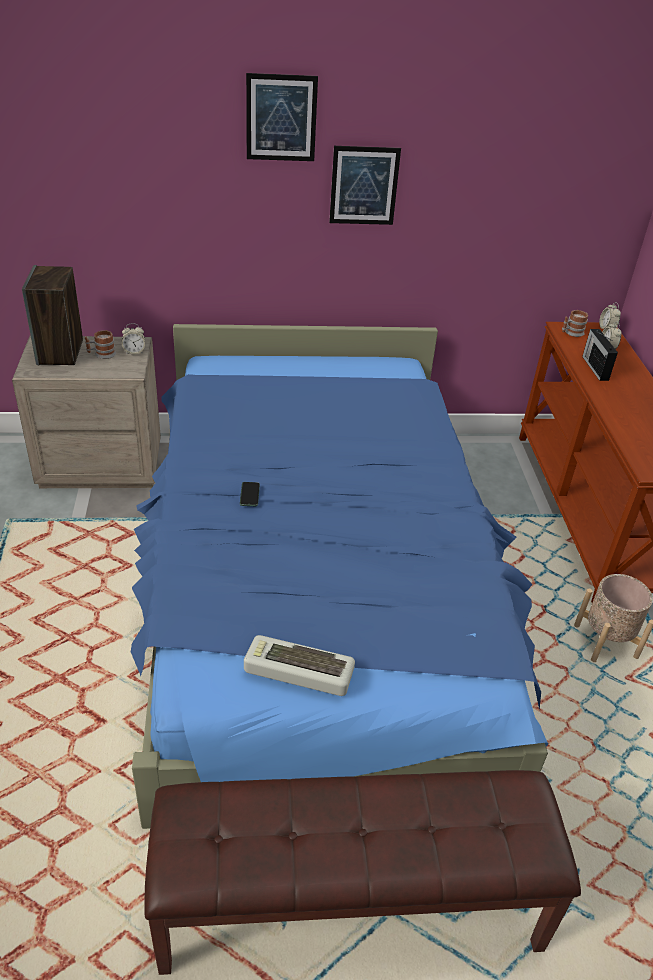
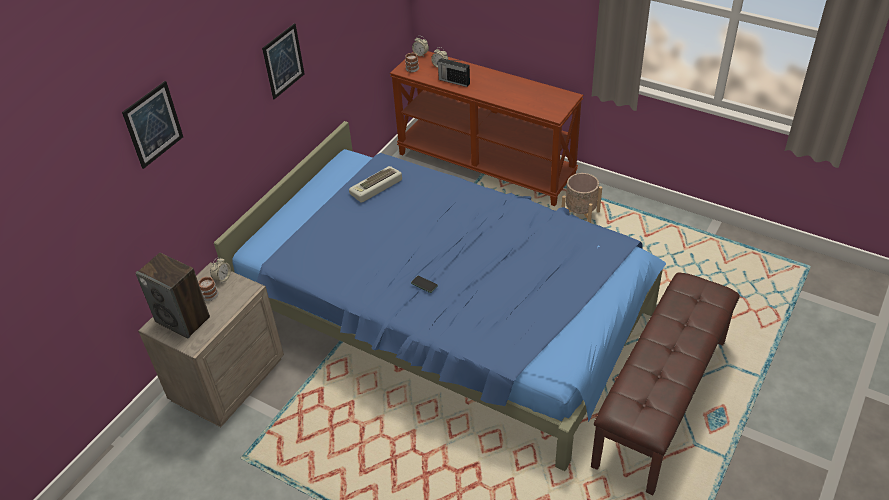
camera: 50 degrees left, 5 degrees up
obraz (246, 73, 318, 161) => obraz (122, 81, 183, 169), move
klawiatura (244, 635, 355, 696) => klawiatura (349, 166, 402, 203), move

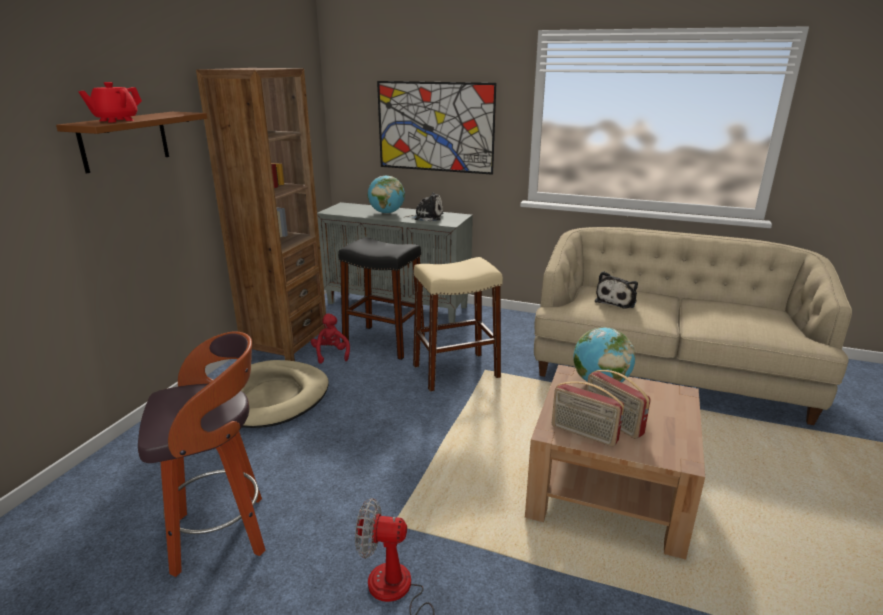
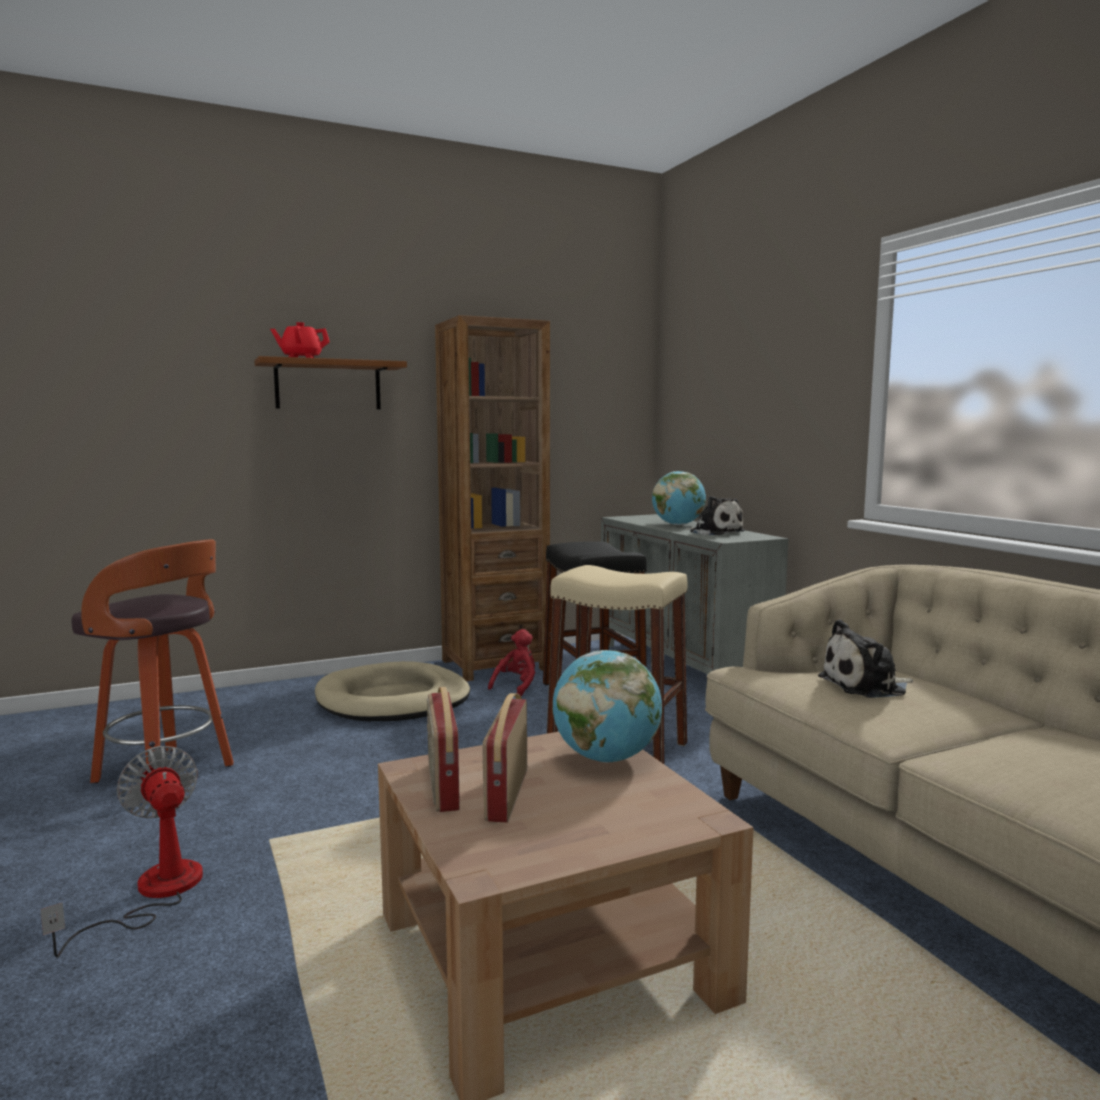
camera: 45 degrees right, 15 degrees down
obraz (377, 81, 496, 175) => nothing

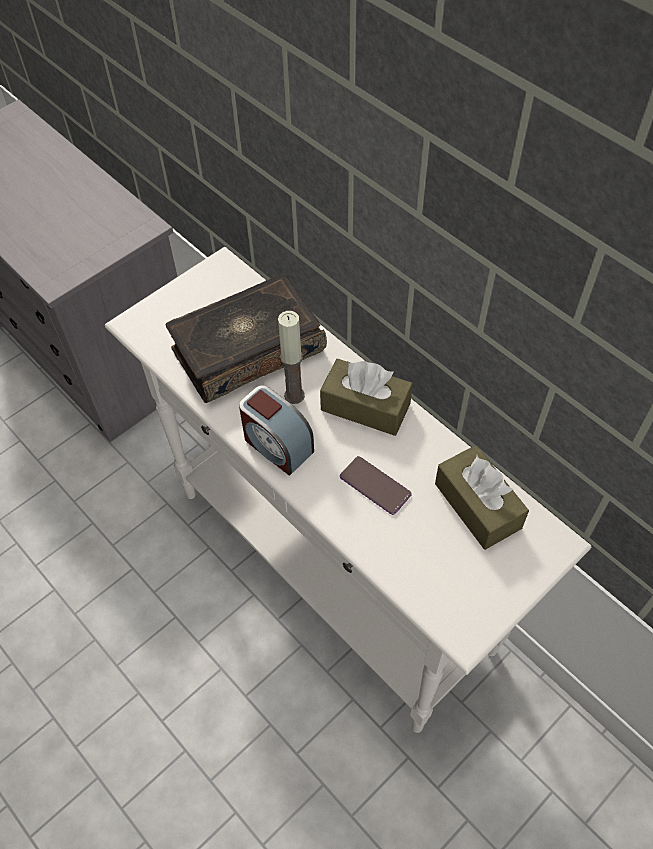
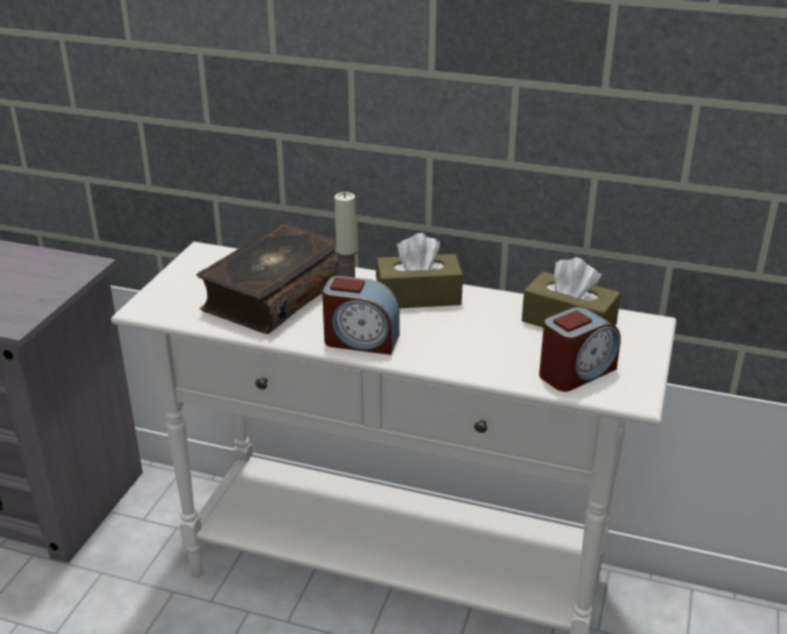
camera: 30 degrees left, 25 degrees down
nothing => budzik (539, 307, 621, 392)
telefon (340, 456, 412, 515) => nothing

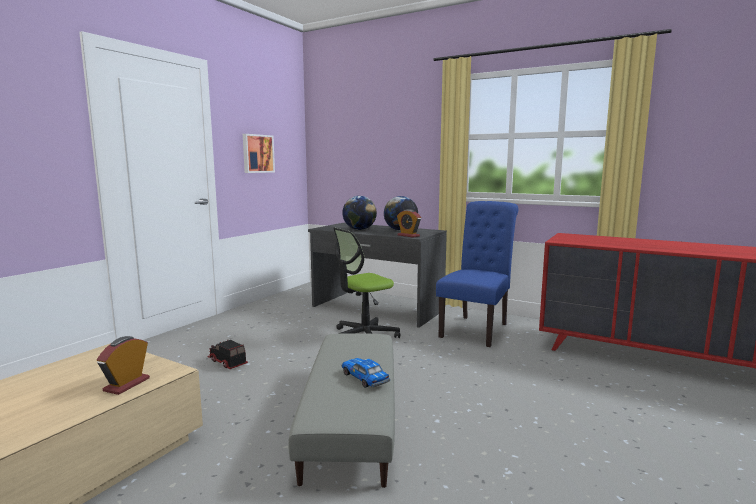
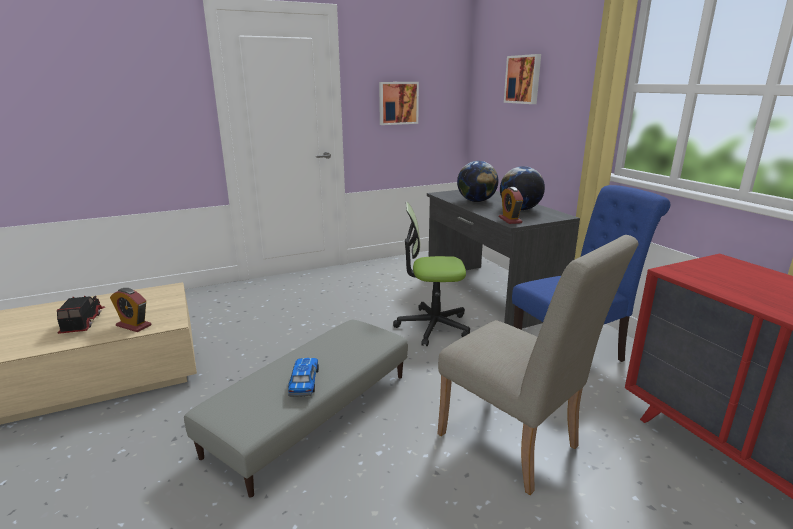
camera: 35 degrees right, 10 degrees up
ciężarówka zabawkowa (207, 340, 248, 369) => ciężarówka zabawkowa (57, 296, 105, 334), move
budzik (97, 336, 150, 395) => budzik (110, 288, 152, 332), 120 degrees counterclockwise
nothing => krzesło/beżowy (437, 235, 639, 495)
nothing => obraz (504, 54, 541, 104)

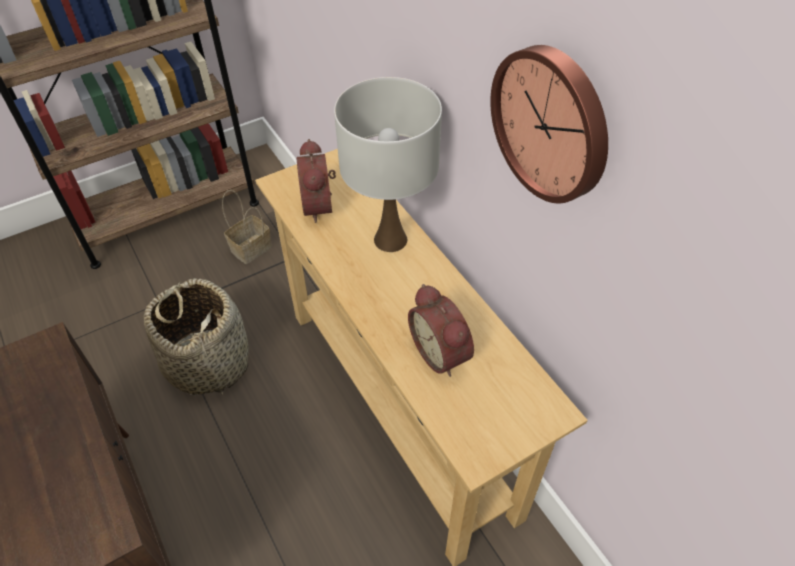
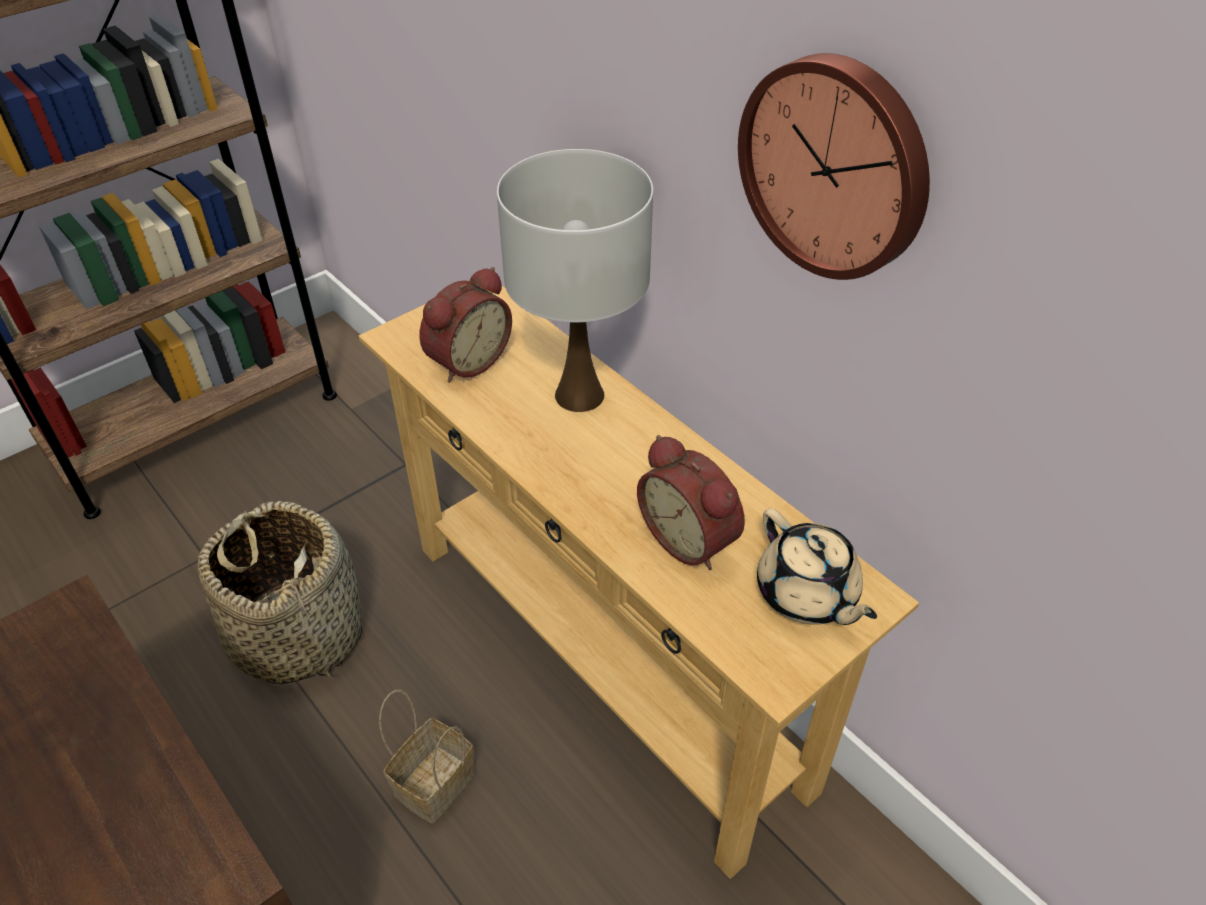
camera: 10 degrees left, 5 degrees down
koszyk (222, 190, 272, 264) => koszyk (379, 690, 475, 823), move
budzik (297, 139, 336, 223) => budzik (419, 267, 512, 383), 120 degrees counterclockwise
nothing => imbryk/beżowy (757, 508, 877, 625)

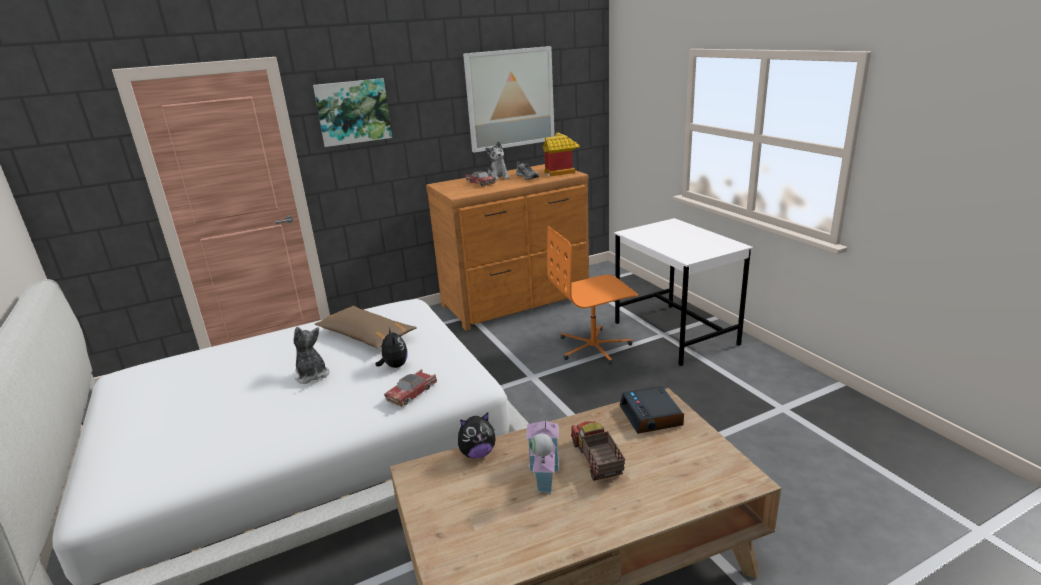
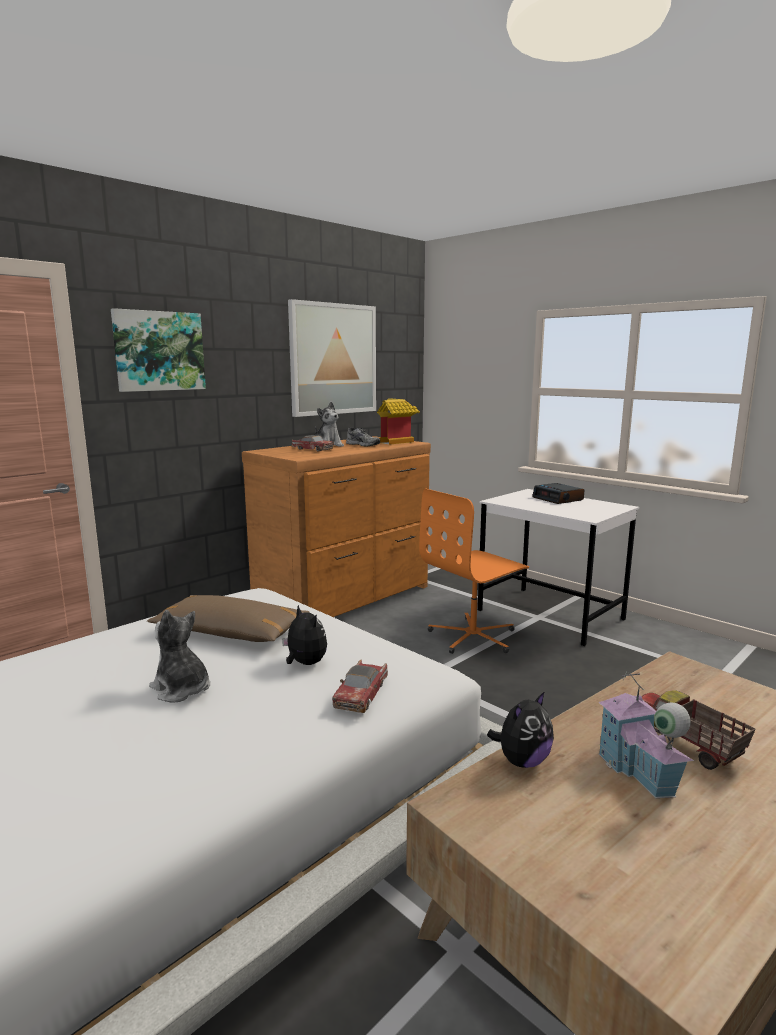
camera: 20 degrees left, 10 degrees down
budzik (620, 386, 684, 434) => budzik (532, 483, 584, 504), move

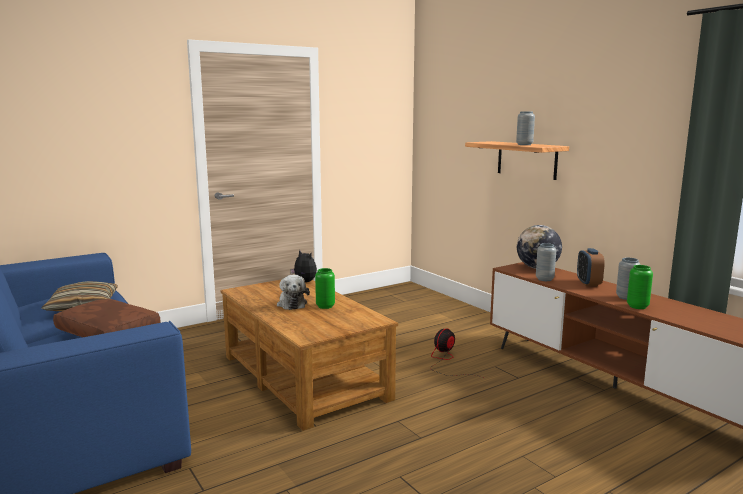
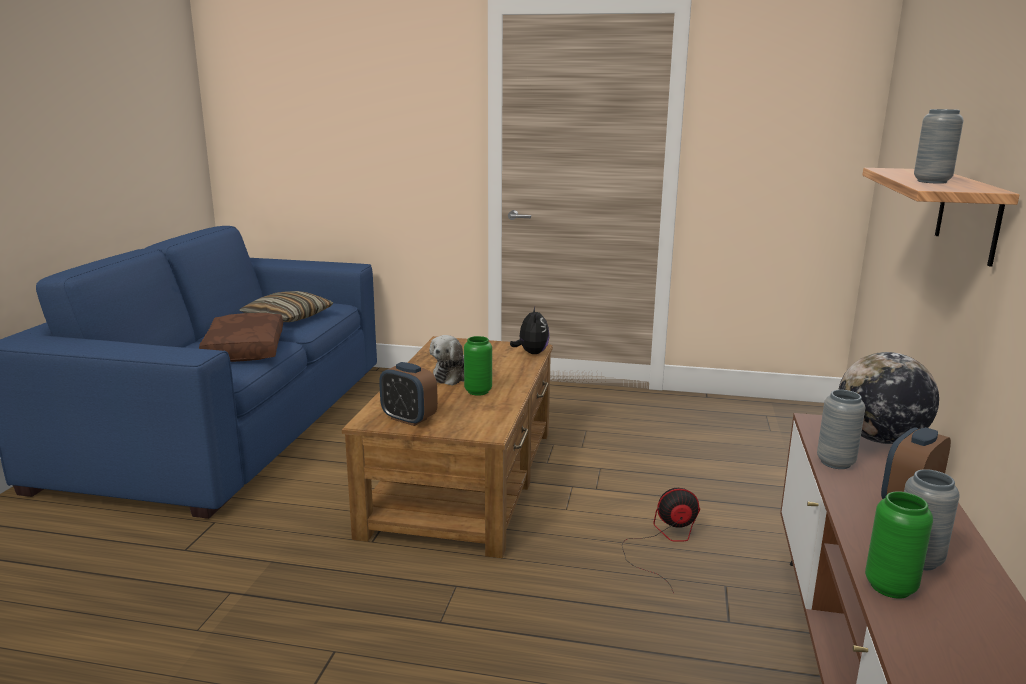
camera: 45 degrees right, 5 degrees up
nothing => budzik (379, 362, 438, 426)

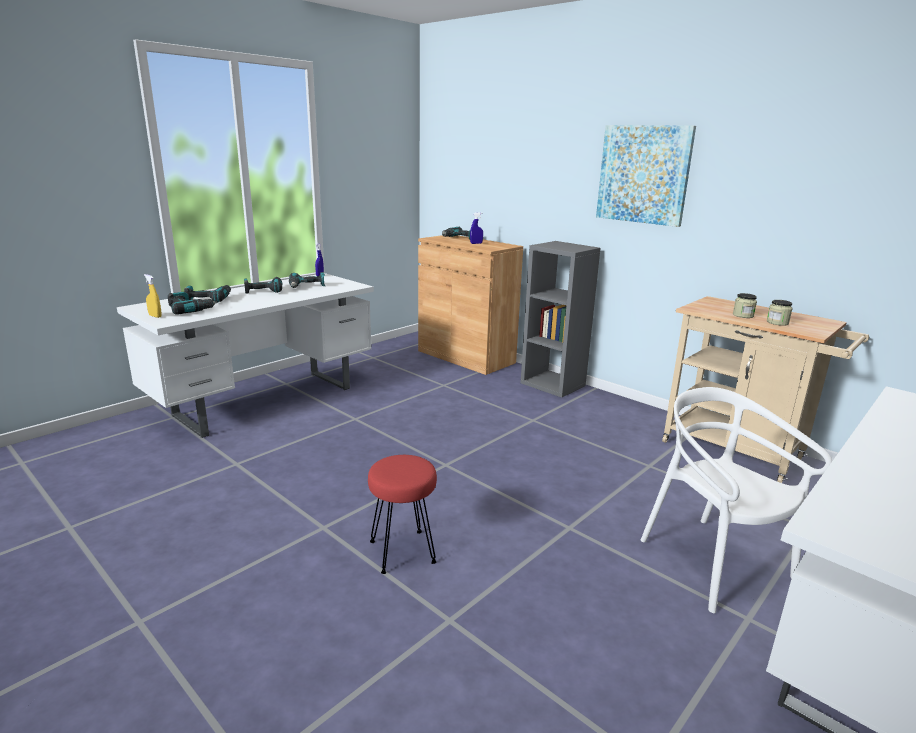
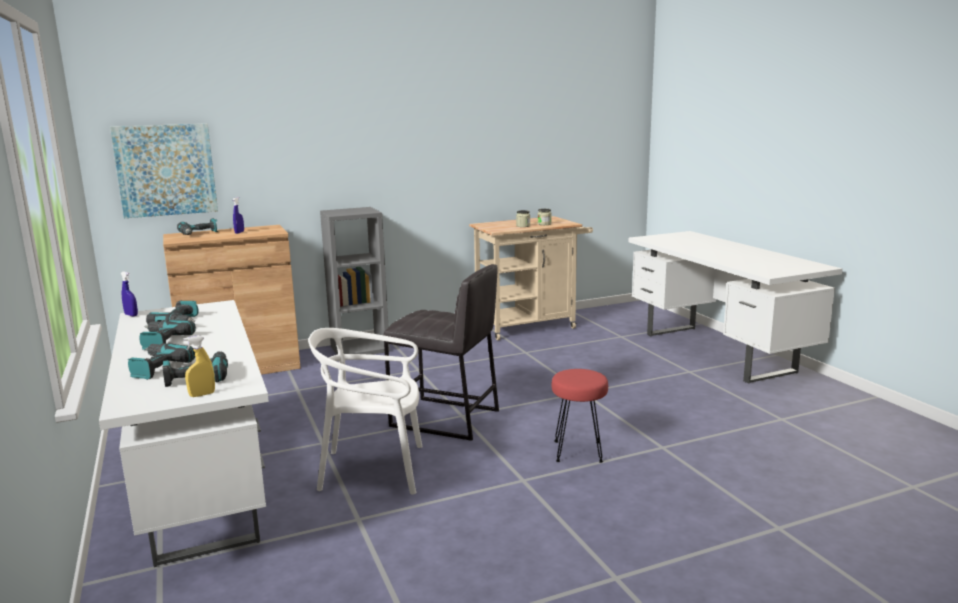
camera: 65 degrees left, 5 degrees down
obraz (596, 125, 696, 227) => obraz (110, 123, 218, 218), move
krzesło/biały (641, 387, 832, 613) => krzesło/biały (308, 328, 423, 495), move
nothing => stołek/szary (384, 264, 499, 441)

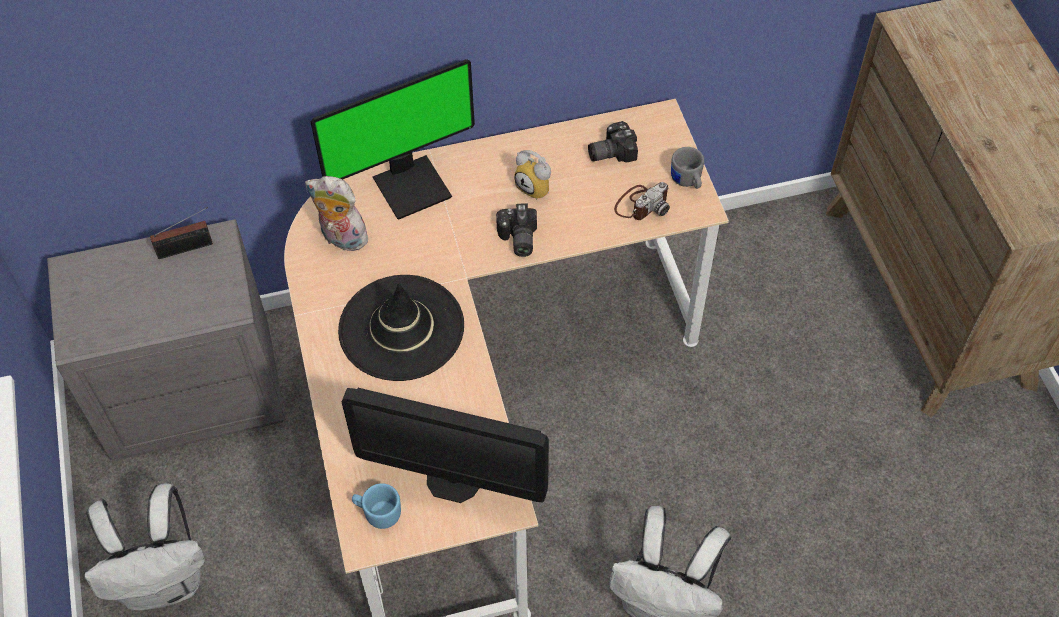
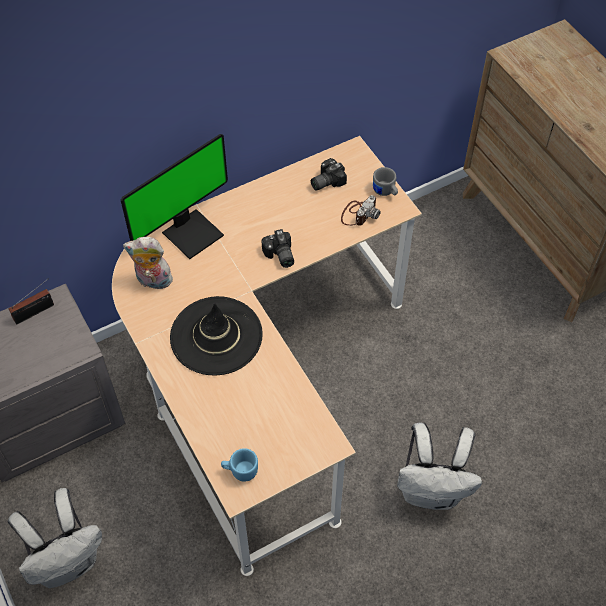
camera: 15 degrees left, 0 degrees up
monitor (342, 388, 549, 503) => nothing
budzik (514, 150, 551, 200) => nothing

